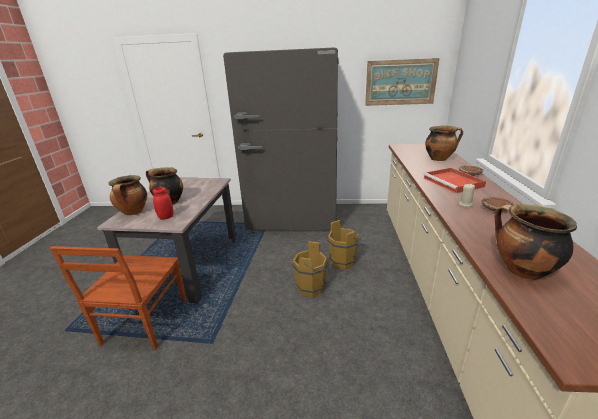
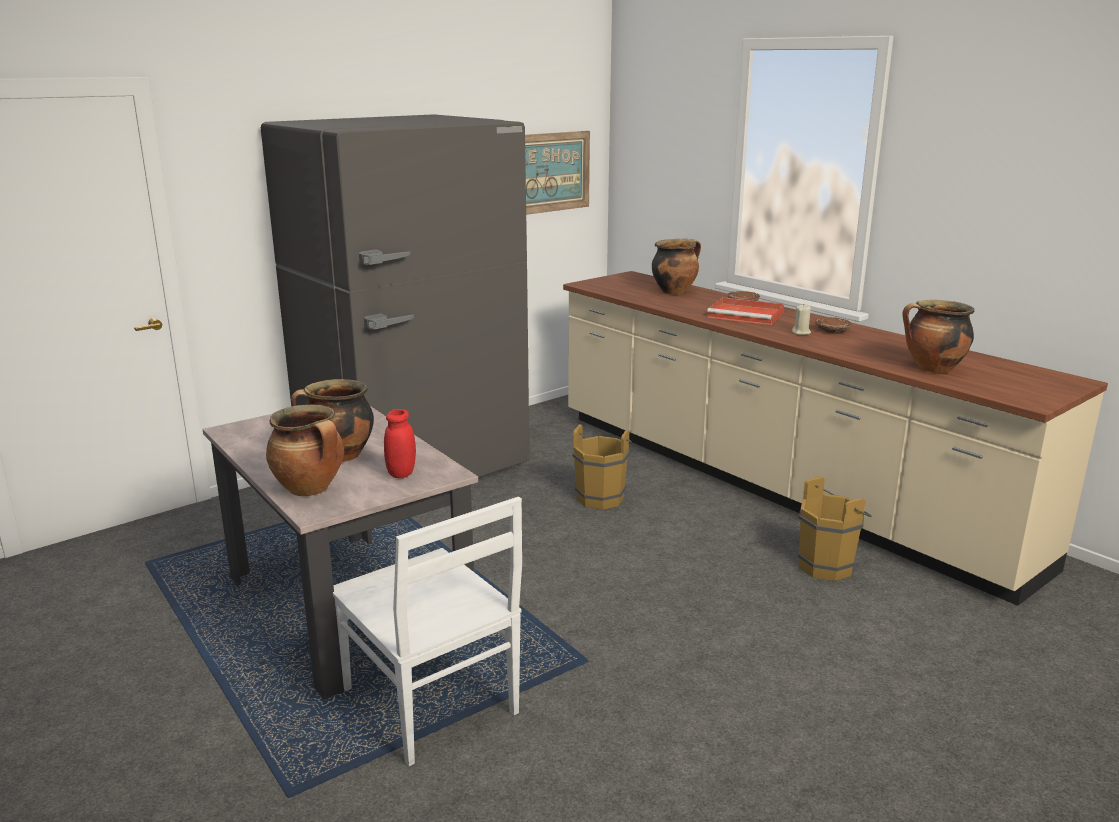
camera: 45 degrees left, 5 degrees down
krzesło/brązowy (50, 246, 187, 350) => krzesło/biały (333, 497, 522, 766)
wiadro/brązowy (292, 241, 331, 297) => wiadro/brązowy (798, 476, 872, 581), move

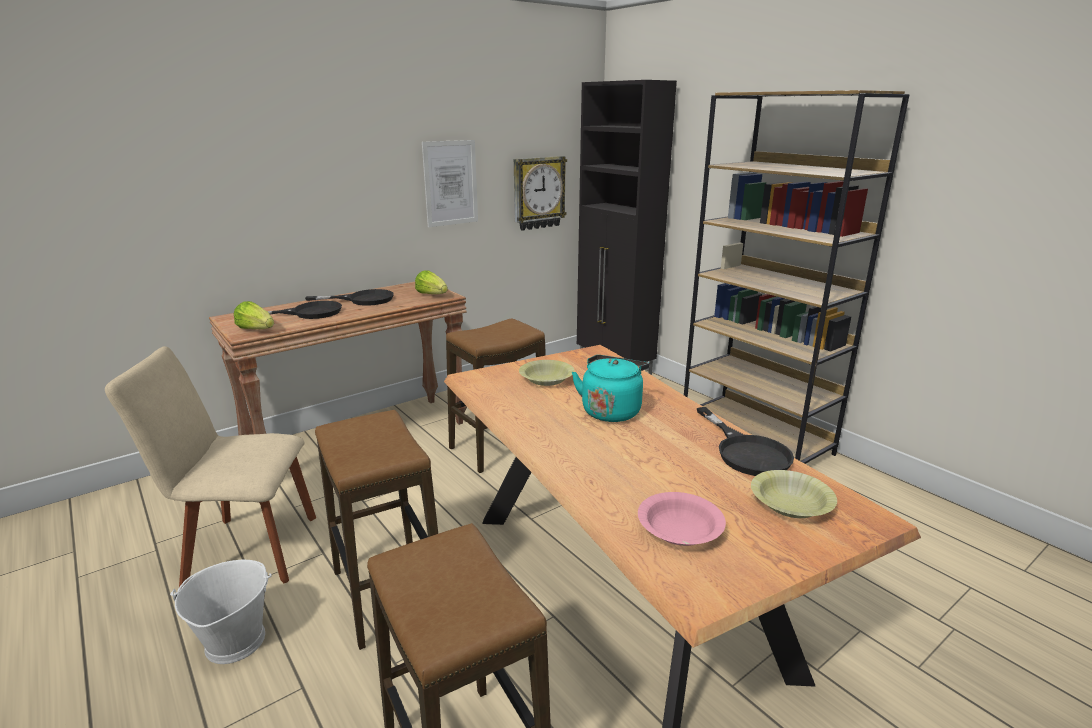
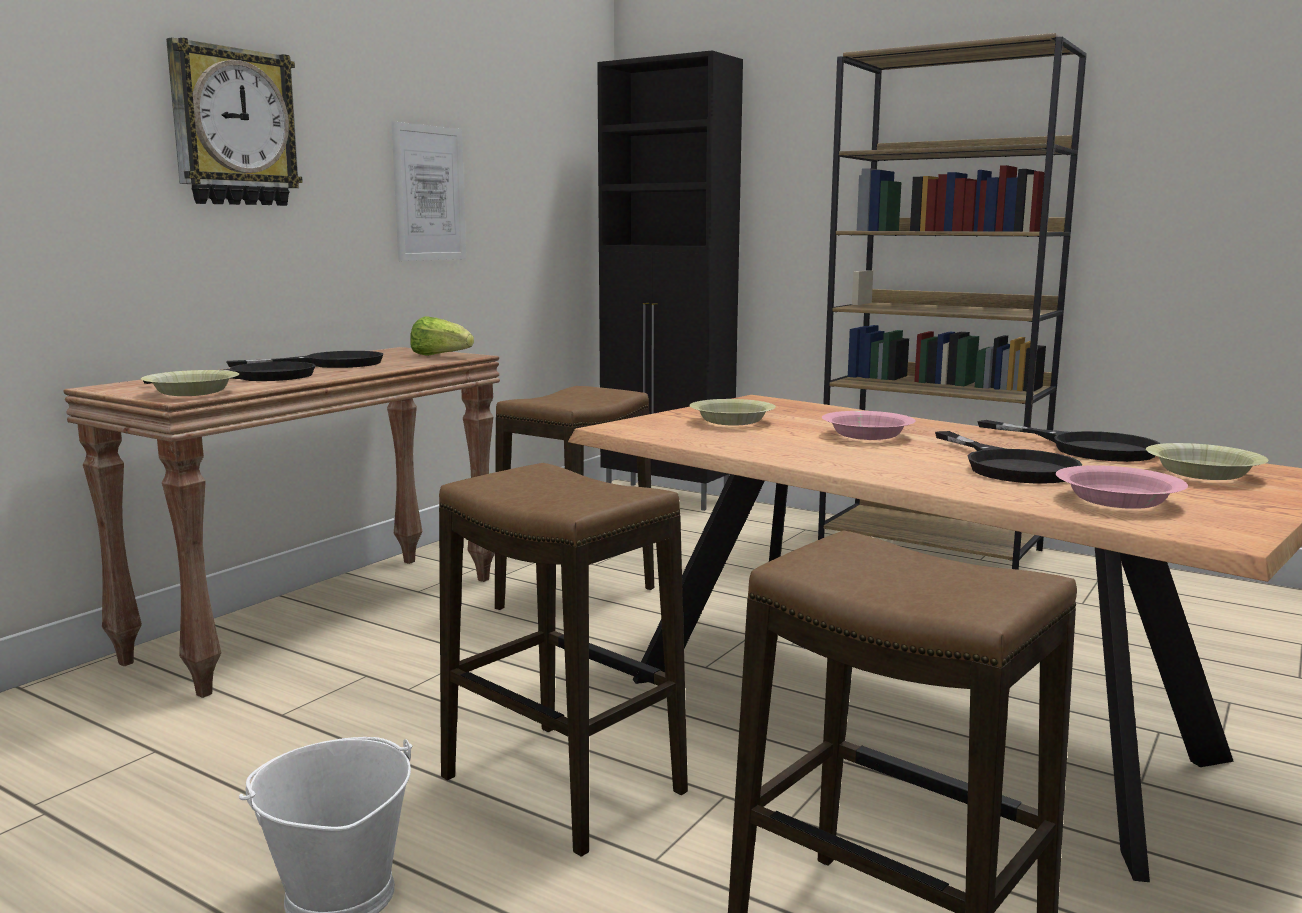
camera: 20 degrees left, 10 degrees down
sałata (234, 301, 274, 329) => miska/żółty (141, 370, 239, 396)
zegar ścienny (514, 156, 567, 231) => zegar ścienny (166, 37, 303, 206), move
czajnik/turkusowy (572, 355, 649, 422) => miska/różowy (822, 411, 916, 440)
nothing => patelnia/czarny (935, 431, 1082, 484)
krzesło/beżowy (105, 346, 316, 587) => nothing

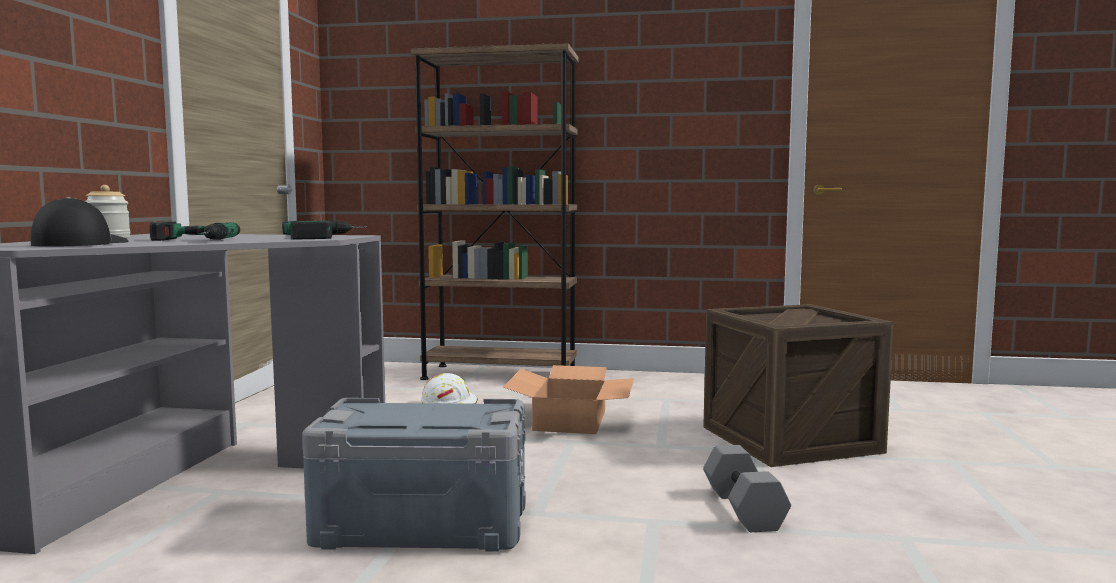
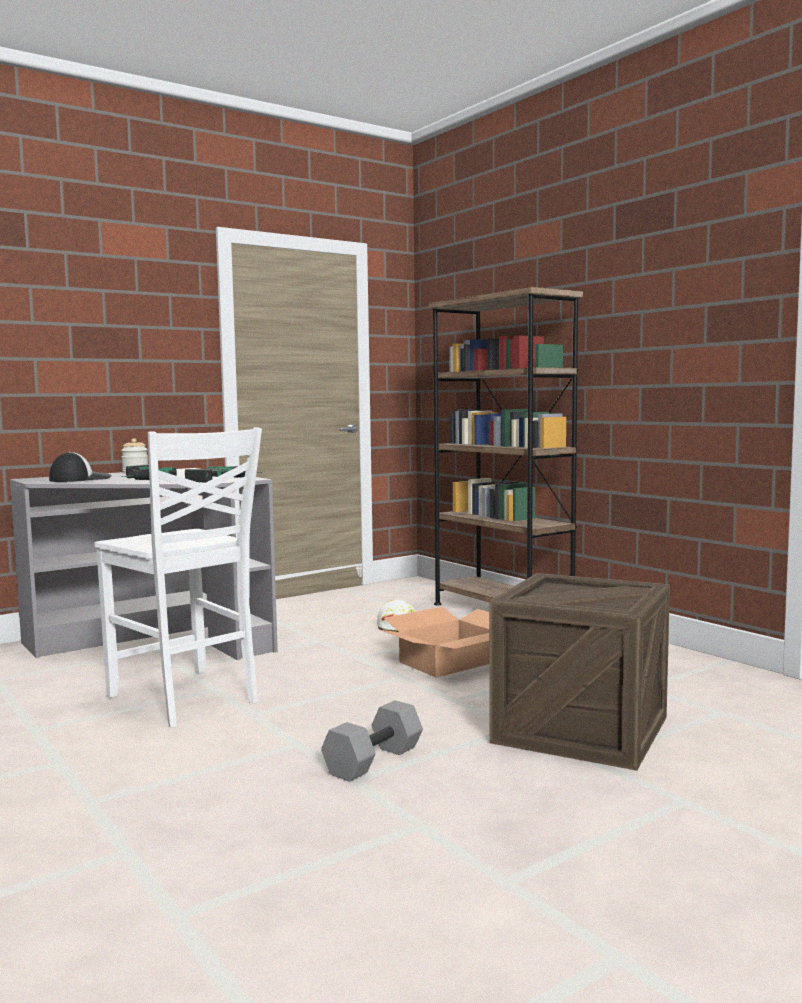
camera: 45 degrees right, 0 degrees up
pojemnik do przechowywania/szary (302, 398, 526, 552) => krzesło/biały (94, 427, 262, 728)

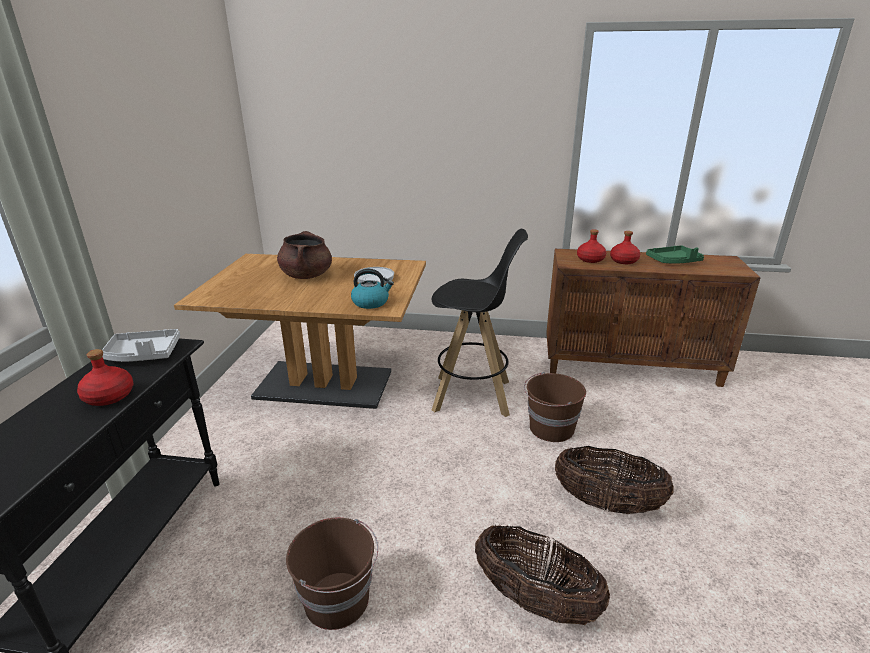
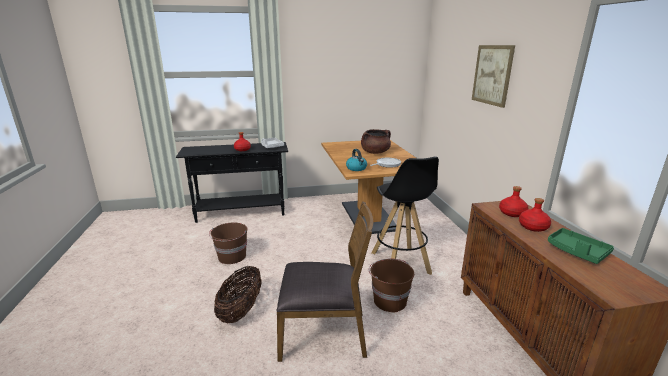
camera: 70 degrees right, 5 degrees down
koszyk (555, 446, 674, 514) => krzesło/brązowy (276, 201, 373, 362)
nothing => obraz (472, 45, 515, 108)

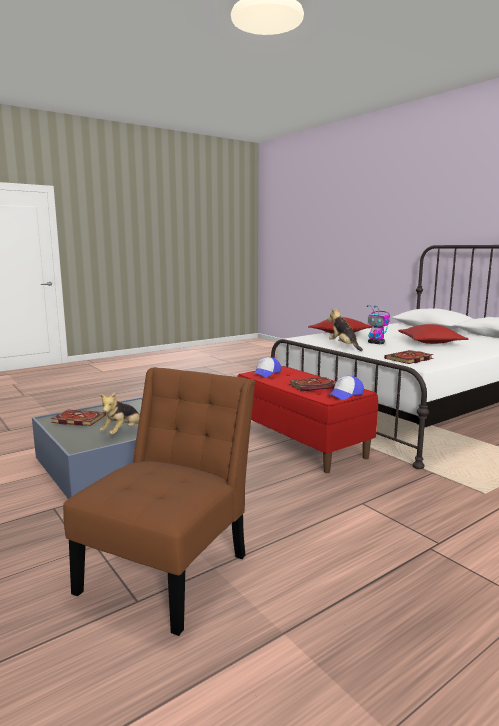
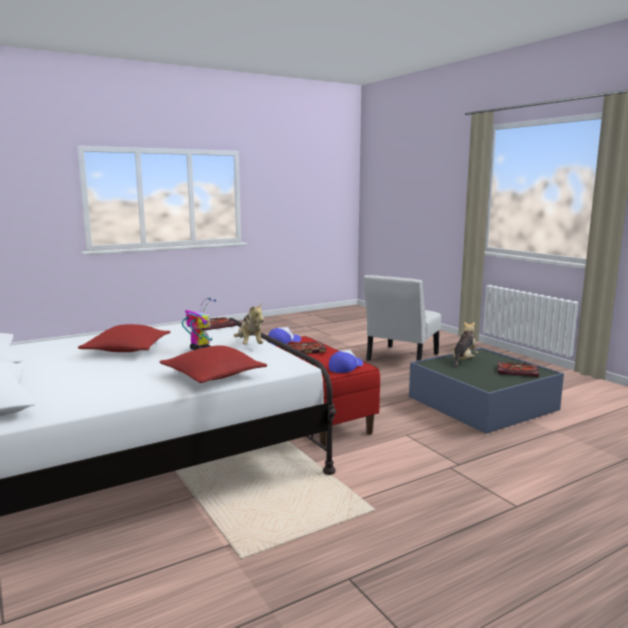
camera: 175 degrees left, 0 degrees up
krzesło/brązowy (63, 367, 255, 636) => krzesło/biały (363, 275, 441, 361)

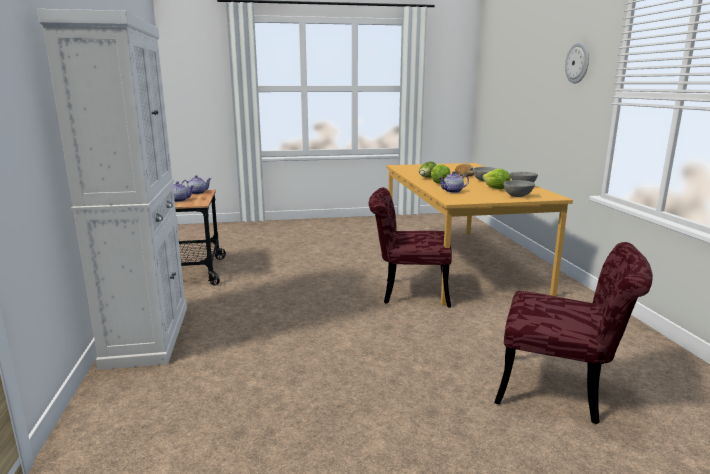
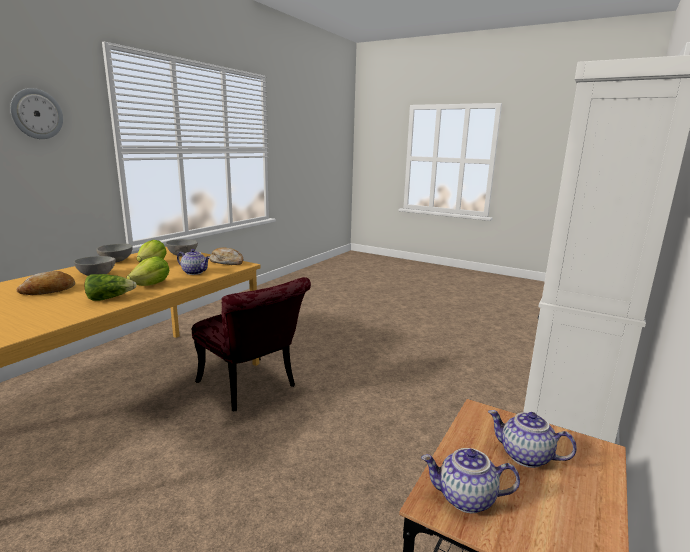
camera: 140 degrees left, 0 degrees up
nothing => chleb (209, 247, 244, 265)
krzesło/czerwony (495, 242, 653, 424) => nothing

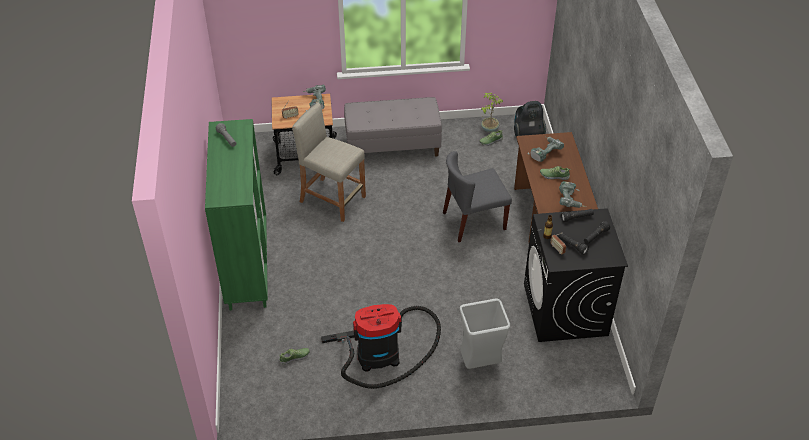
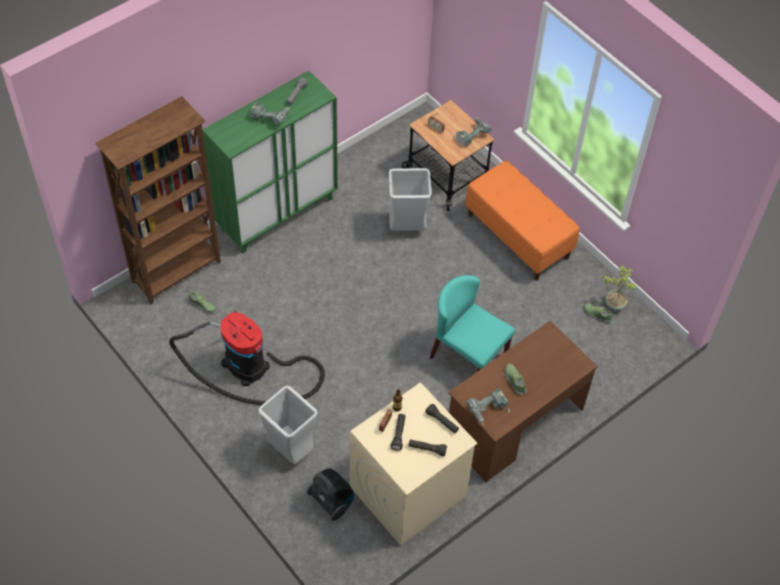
camera: 55 degrees right, 10 degrees up
nothing => regał/brązowy (95, 96, 221, 304)
wiertarka (527, 137, 564, 162) => wiertarka (250, 102, 290, 125), move
odkurzacz (514, 101, 546, 136) => odkurzacz (307, 468, 354, 521), move
pralka/czarny (524, 208, 628, 342) => pralka/beżowy (350, 382, 478, 546)
stołek/beżowy (292, 103, 366, 222) => kosz na śmieci/szary (389, 168, 432, 231)
krzesło/szary (443, 151, 512, 242) => krzesło/turkusowy (430, 275, 515, 371)
ławka/szary (344, 97, 442, 156) => ławka/pomarańczowy (465, 161, 580, 280)

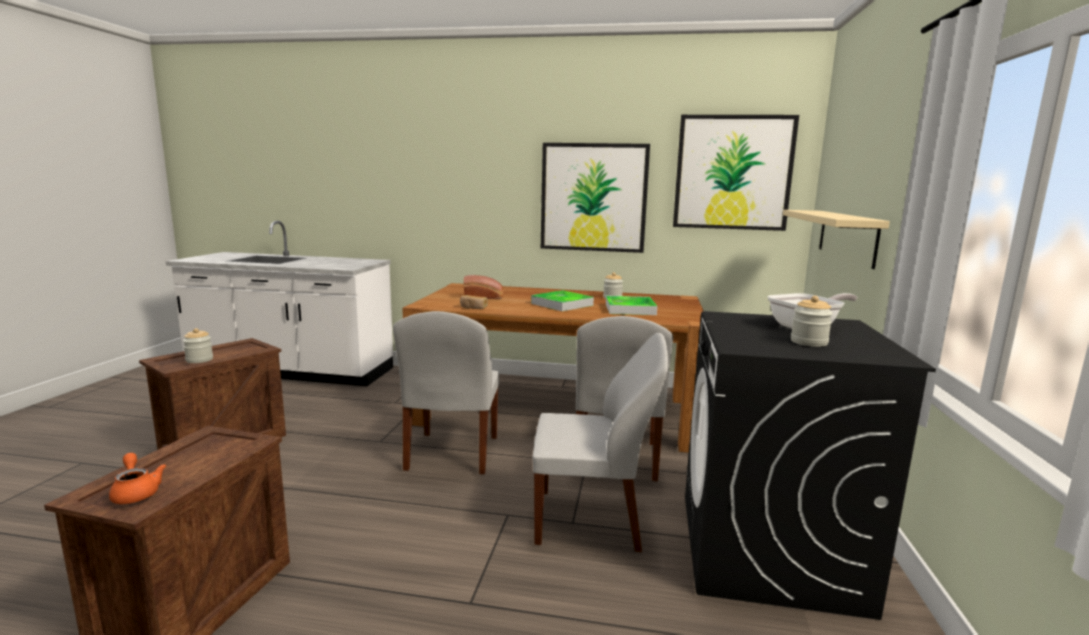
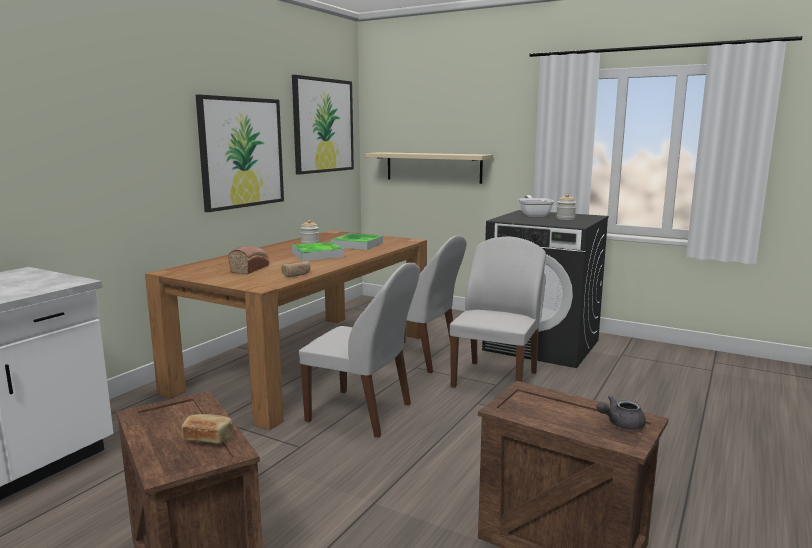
camera: 70 degrees left, 0 degrees up
słoik (183, 328, 213, 363) => chleb (181, 414, 234, 444)
imbryk/pomarańczowy (109, 453, 166, 504) => imbryk/szary (596, 395, 646, 430)

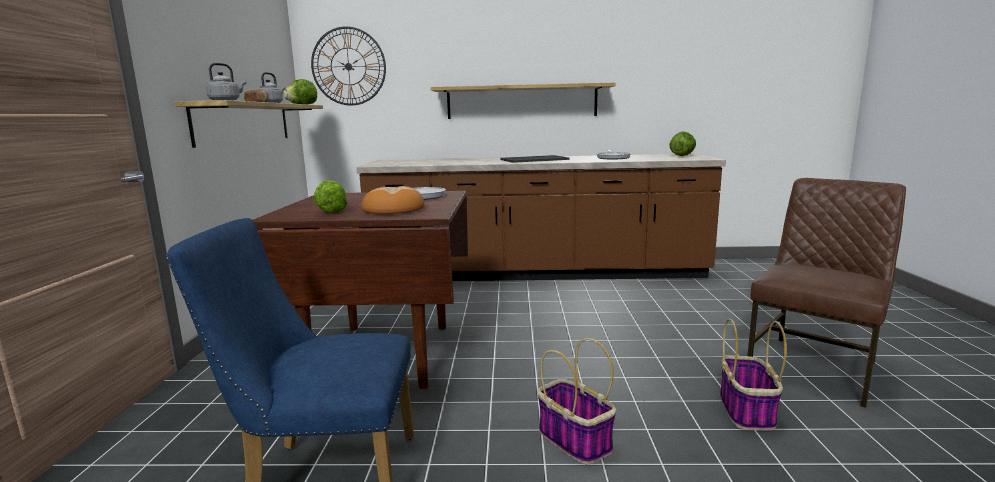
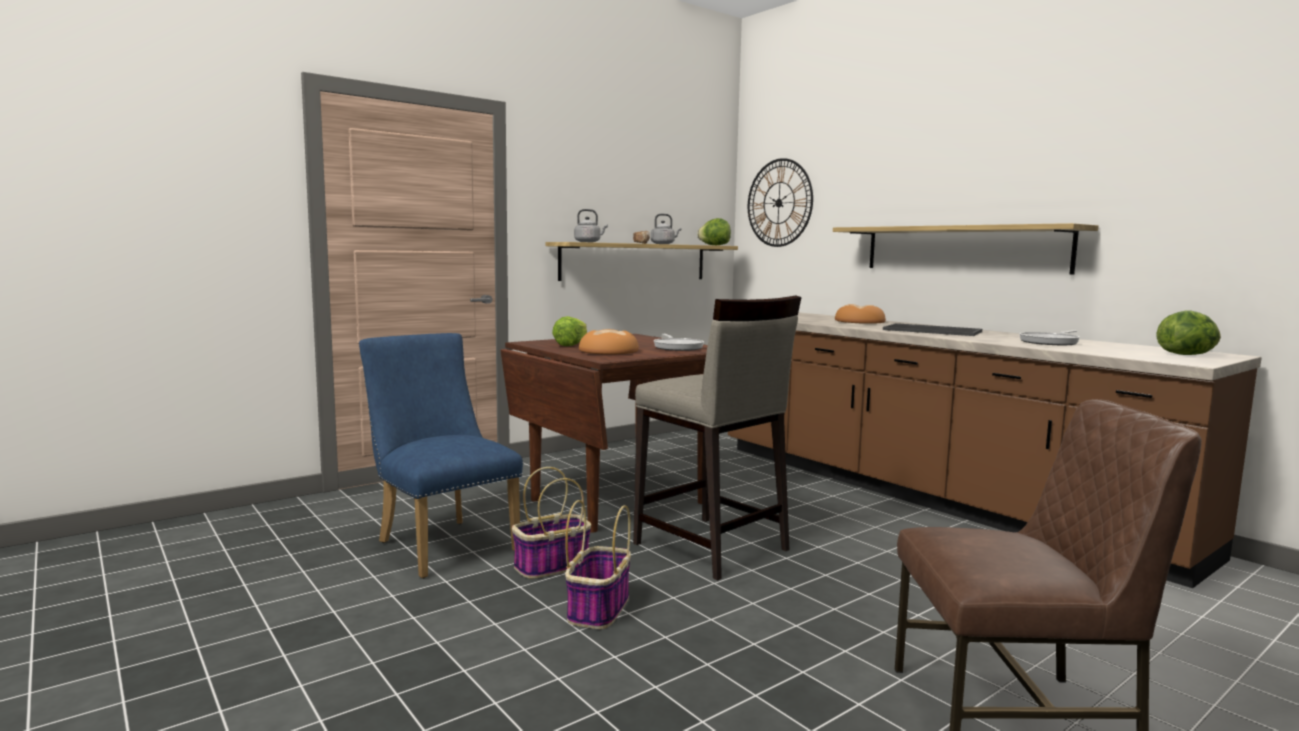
camera: 50 degrees right, 5 degrees down
koszyk (720, 319, 787, 431) => koszyk (512, 467, 591, 579), move
nothing => stołek/beżowy (633, 295, 802, 580)
nothing => chleb (835, 304, 886, 324)

